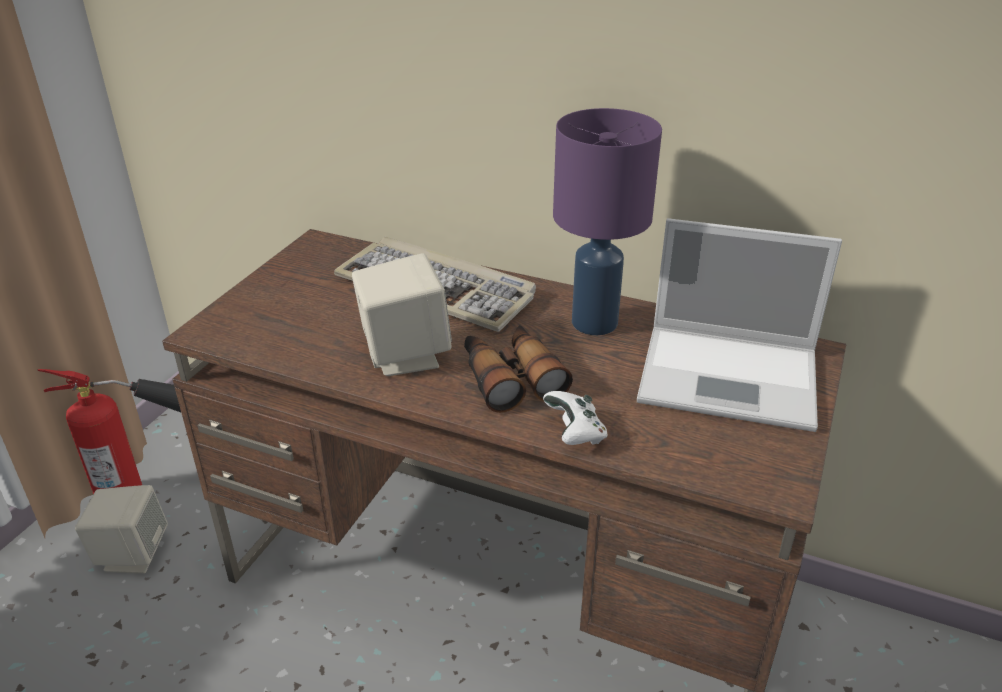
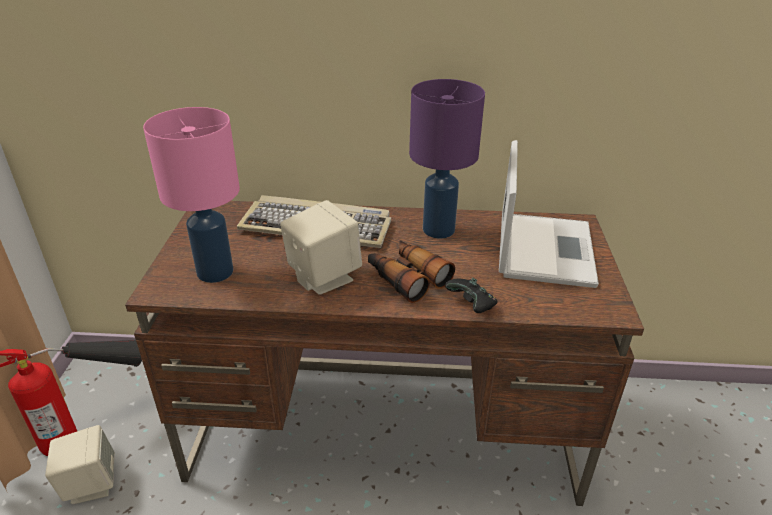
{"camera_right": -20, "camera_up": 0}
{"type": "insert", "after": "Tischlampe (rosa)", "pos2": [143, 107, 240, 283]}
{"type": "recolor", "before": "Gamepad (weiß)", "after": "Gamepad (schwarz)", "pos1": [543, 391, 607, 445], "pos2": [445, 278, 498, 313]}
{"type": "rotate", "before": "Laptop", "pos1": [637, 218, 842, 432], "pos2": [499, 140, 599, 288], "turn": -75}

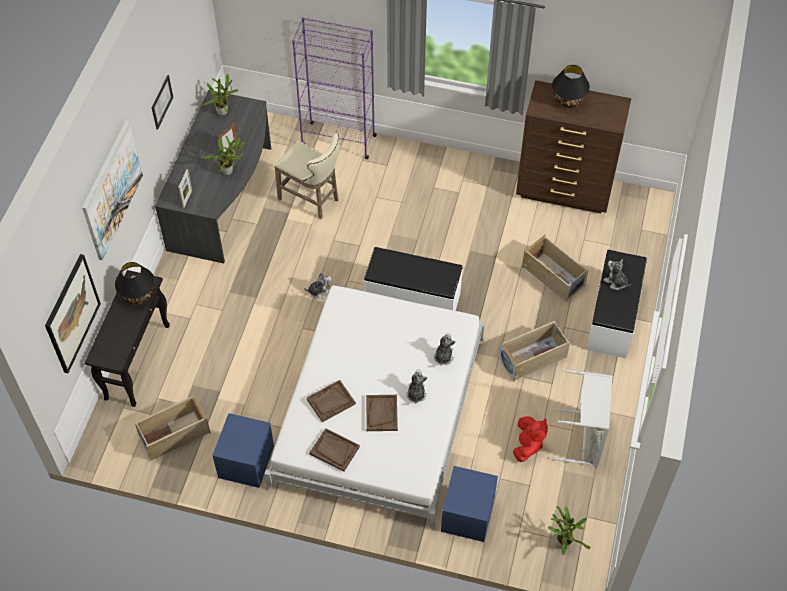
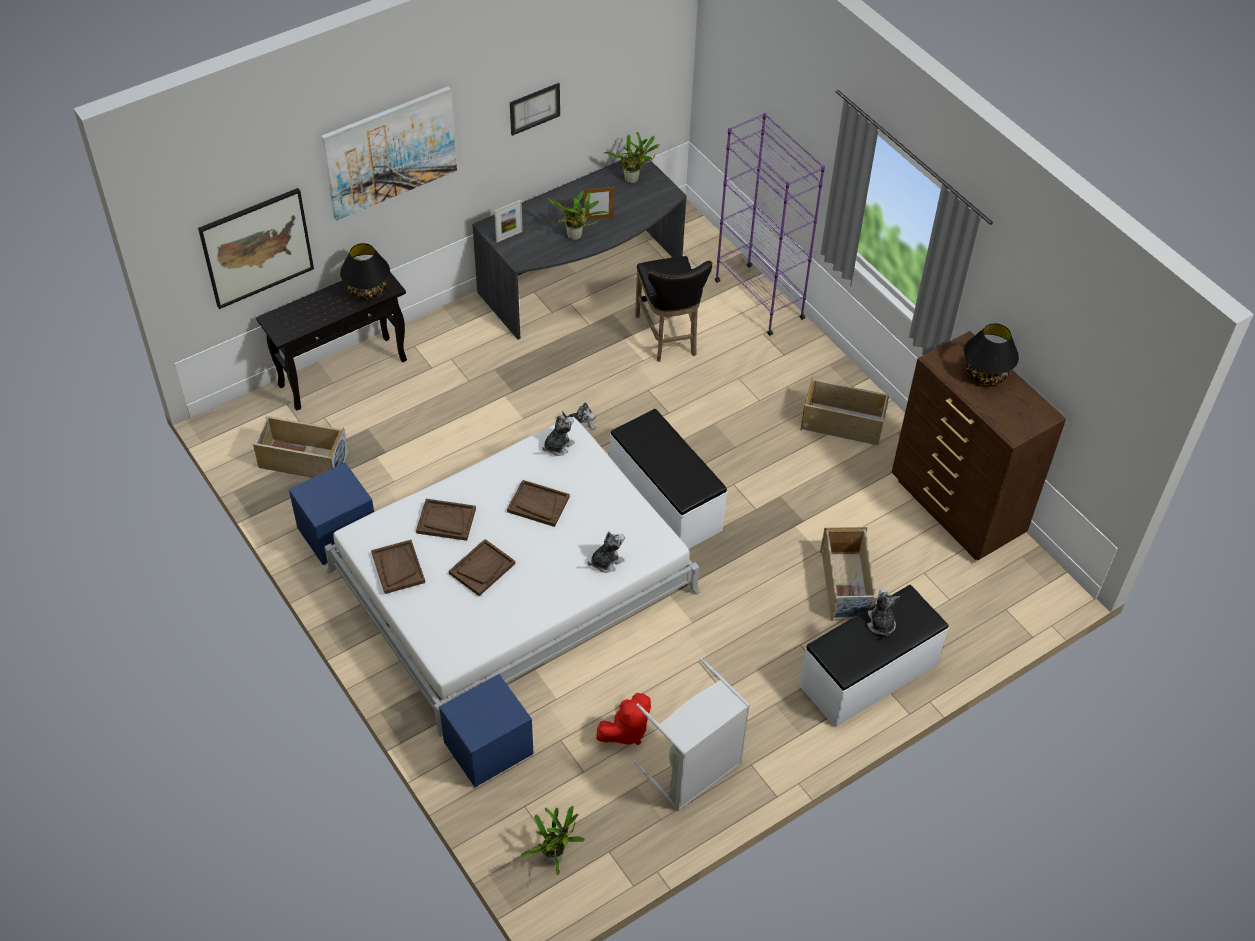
{"camera_right": 40, "camera_up": -5}
{"type": "insert", "after": "Tablett (braun)", "pos2": [507, 480, 570, 527]}
{"type": "move", "before": "Plüschtier", "pos1": [406, 370, 428, 404], "pos2": [542, 415, 575, 456]}
{"type": "move", "before": "Aufbewahrungsbox (beige)", "pos1": [498, 321, 570, 382], "pos2": [800, 377, 889, 445]}
{"type": "recolor", "before": "Hocker (beige)", "after": "Hocker (schwarz)", "pos1": [274, 133, 339, 219], "pos2": [635, 256, 712, 362]}

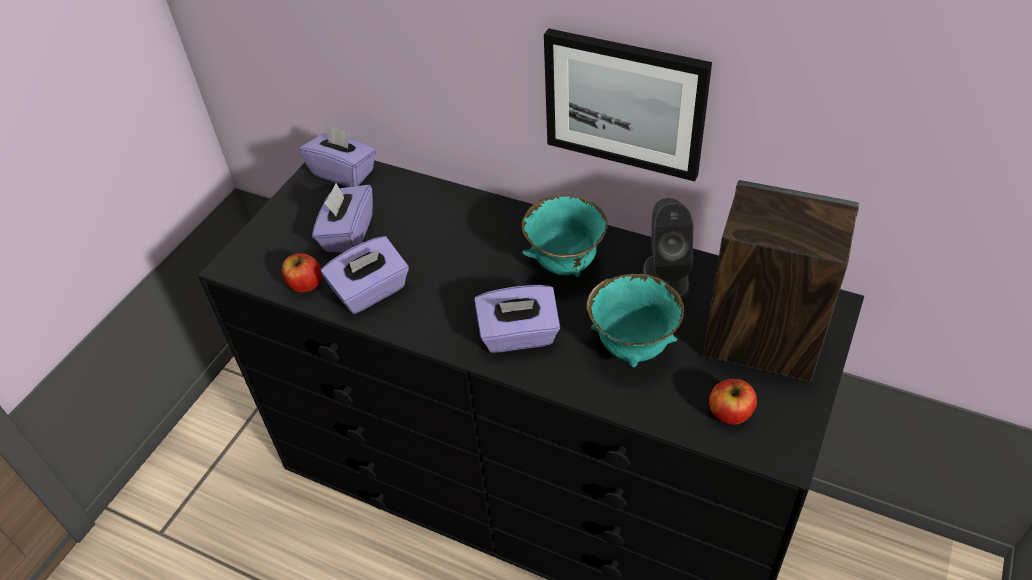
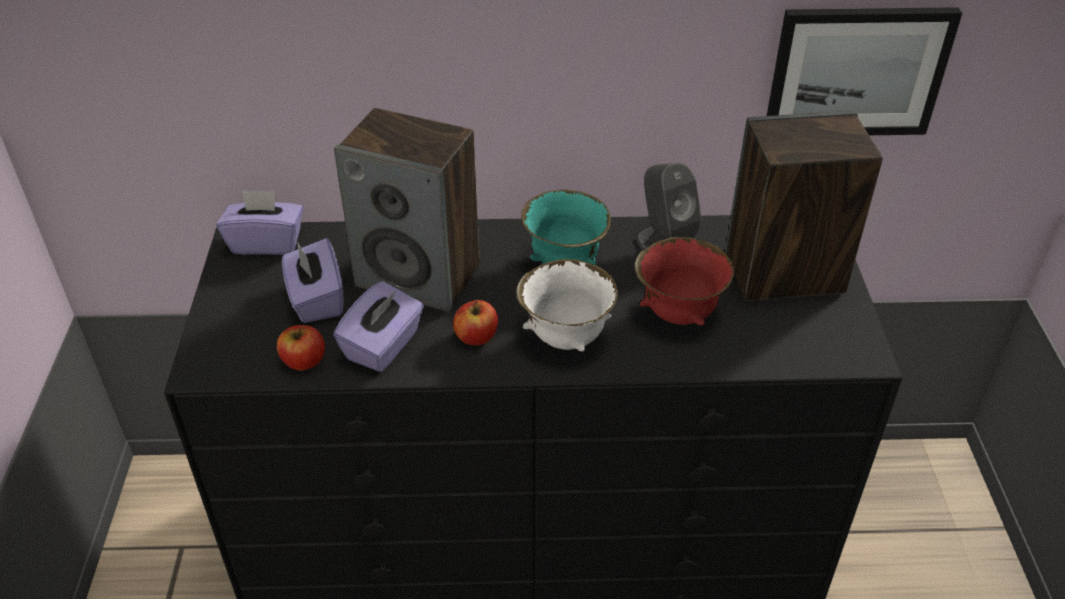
{"camera_right": -30, "camera_up": -5}
{"type": "insert", "after": "Lautsprecher", "pos2": [334, 108, 480, 312]}
{"type": "move", "before": "Bild", "pos1": [544, 28, 712, 181], "pos2": [767, 7, 962, 135]}
{"type": "move", "before": "Apfel", "pos1": [709, 379, 757, 425], "pos2": [453, 300, 498, 345]}
{"type": "replace", "before": "Taschentuchbox (lila)", "after": "Schüssel (weiß)", "pos1": [474, 285, 560, 353], "pos2": [516, 259, 618, 352]}
{"type": "recolor", "before": "Schüssel (türkis)", "after": "Schüssel (rot)", "pos1": [586, 274, 684, 367], "pos2": [635, 237, 734, 325]}

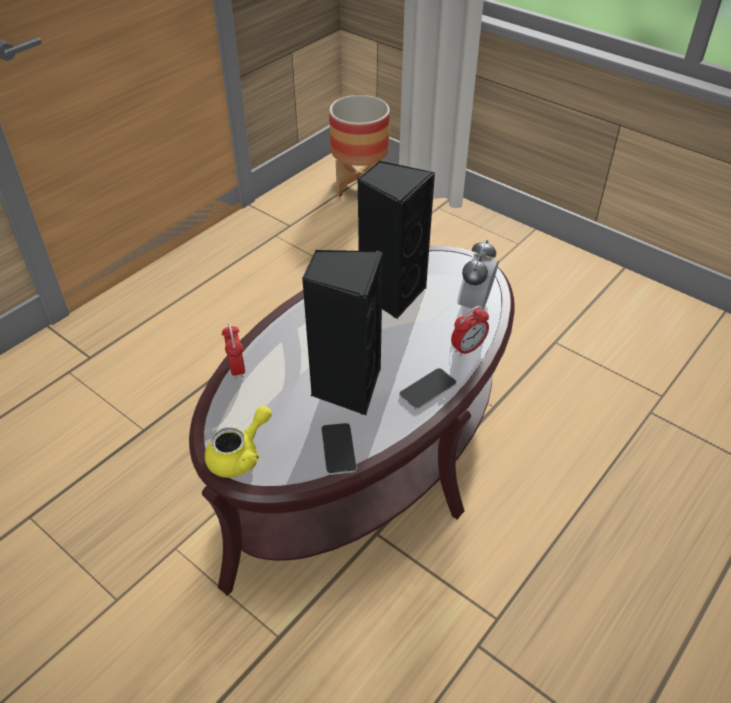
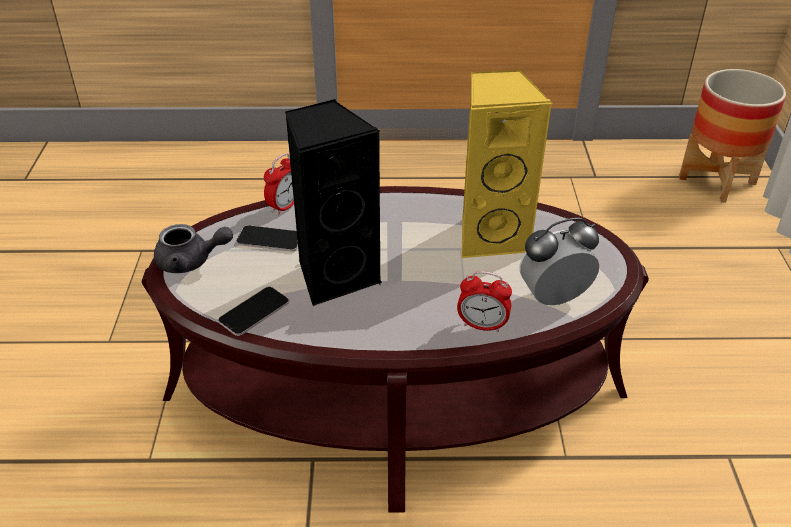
{"camera_right": 50, "camera_up": -5}
{"type": "move", "before": "Handy", "pos1": [399, 368, 457, 410], "pos2": [236, 225, 298, 251]}
{"type": "recolor", "before": "Teekanne (gelb)", "after": "Teekanne (grau)", "pos1": [205, 406, 272, 478], "pos2": [154, 224, 233, 273]}
{"type": "recolor", "before": "Lautsprecher (schwarz)", "after": "Lautsprecher (gelb)", "pos1": [357, 160, 435, 319], "pos2": [462, 69, 552, 258]}

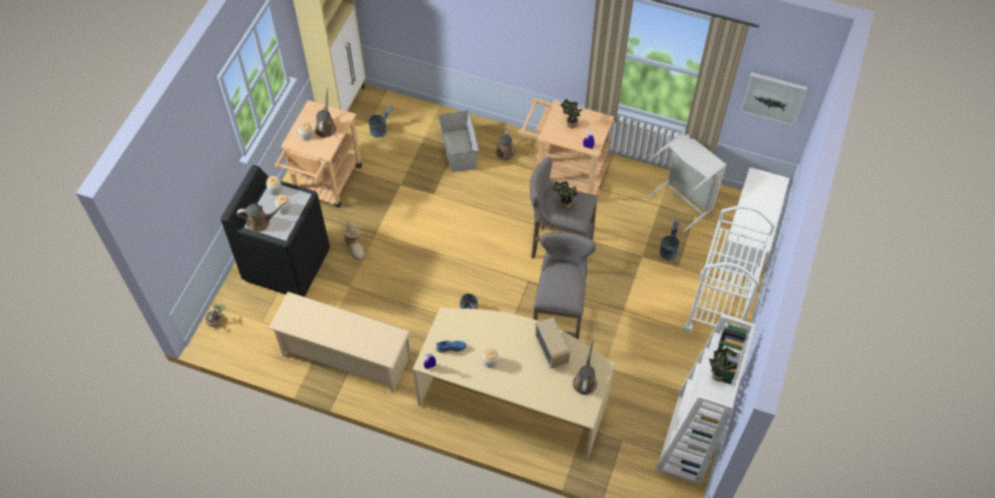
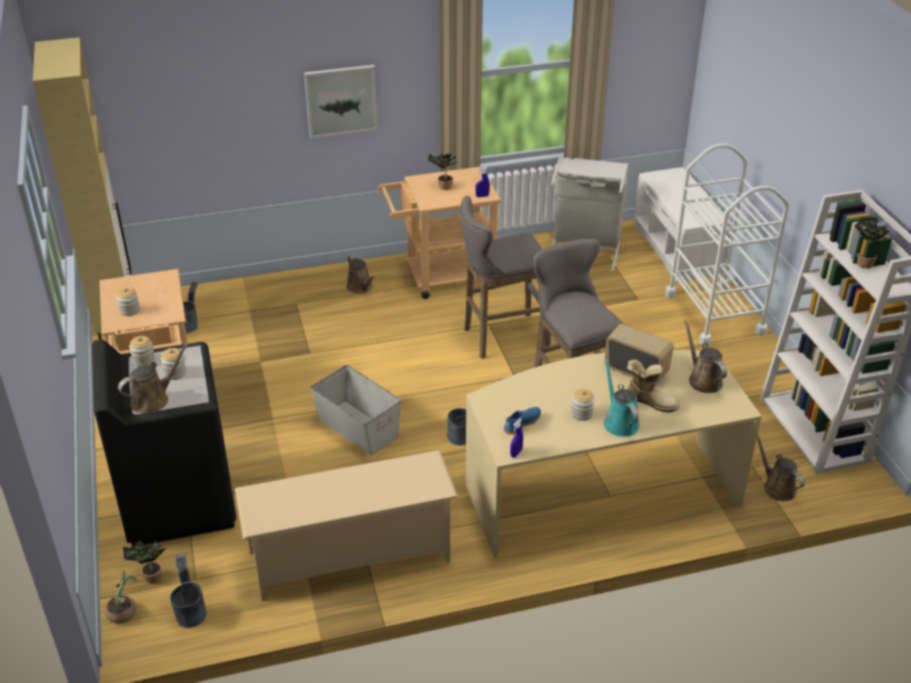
{"camera_right": -35, "camera_up": -20}
{"type": "insert", "after": "Gießkanne (türkis)", "pos2": [604, 359, 640, 437]}
{"type": "move", "before": "Gießkanne (braun)", "pos1": [315, 88, 336, 138], "pos2": [757, 435, 805, 501]}
{"type": "move", "before": "Stiefel", "pos1": [342, 222, 365, 260], "pos2": [627, 359, 680, 413]}
{"type": "move", "before": "Aufbewahrungsbox (grau)", "pos1": [438, 110, 479, 172], "pos2": [310, 365, 401, 455]}
{"type": "move", "before": "Topfpflanze", "pos1": [553, 181, 578, 208], "pos2": [123, 541, 166, 584]}
{"type": "move", "before": "Eimer (grau)", "pos1": [660, 219, 680, 260], "pos2": [170, 555, 207, 628]}
{"type": "move", "before": "Bild", "pos1": [740, 72, 808, 126], "pos2": [304, 65, 378, 139]}

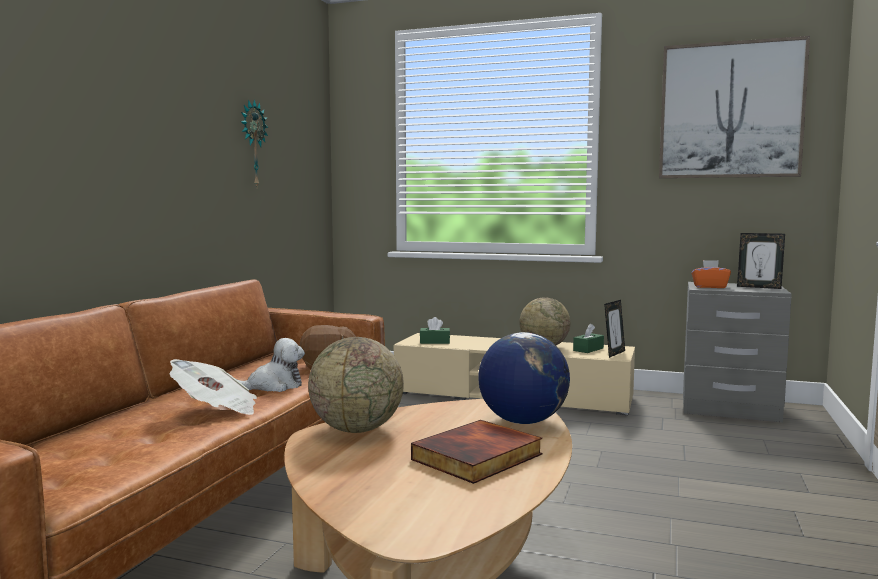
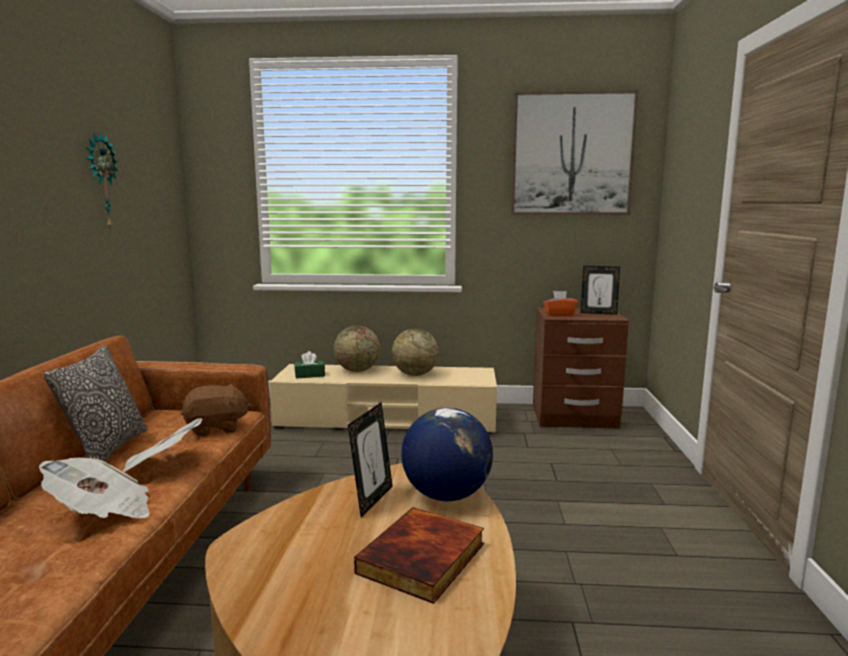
{"camera_right": -15, "camera_up": 5}
{"type": "delete", "before": "Taschentuchbox (grün)", "pos1": [573, 323, 604, 353]}
{"type": "insert", "after": "Kissen", "pos2": [44, 345, 147, 462]}
{"type": "move", "before": "Globus", "pos1": [308, 337, 404, 433], "pos2": [334, 326, 380, 372]}
{"type": "move", "before": "Bilderrahmen", "pos1": [604, 300, 625, 358], "pos2": [348, 402, 393, 517]}
{"type": "replace", "before": "Plüschtier", "after": "Zeitung", "pos1": [236, 338, 305, 392], "pos2": [123, 417, 202, 472]}
{"type": "recolor", "before": "Nachttisch (grau)", "after": "Nachttisch (braun)", "pos1": [683, 282, 792, 422], "pos2": [533, 308, 629, 429]}

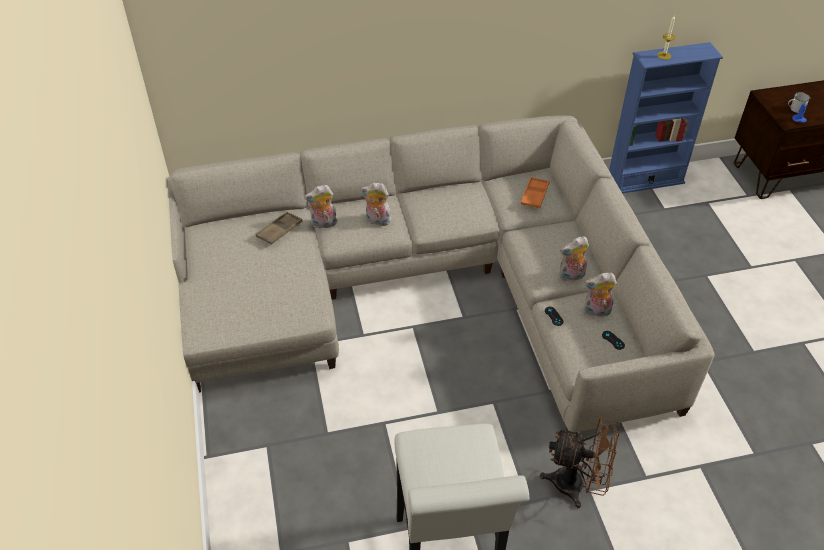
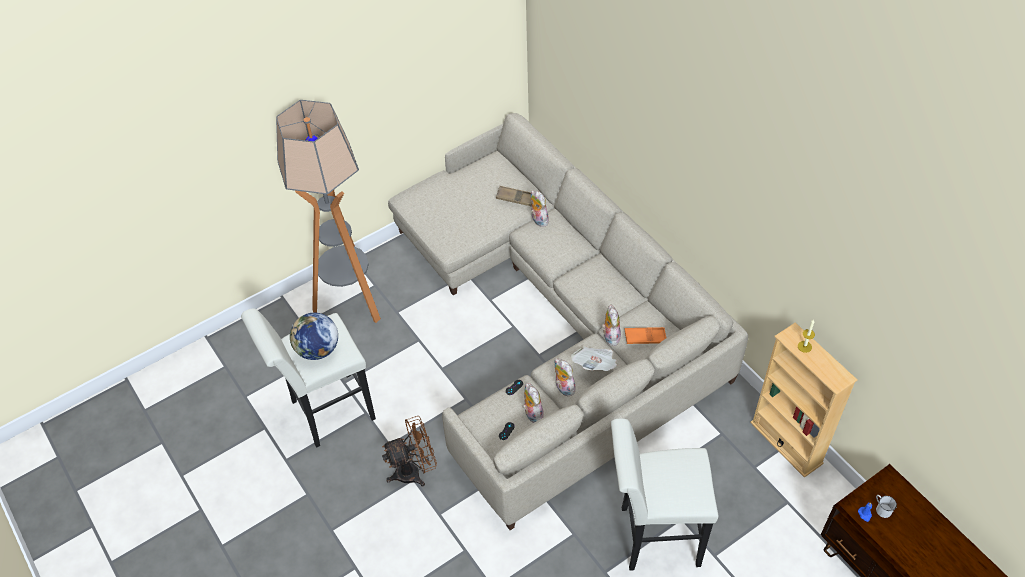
{"camera_right": 70, "camera_up": 5}
{"type": "insert", "after": "Stehlampe", "pos2": [276, 100, 381, 323]}
{"type": "insert", "after": "Globus", "pos2": [290, 313, 338, 360]}
{"type": "insert", "after": "Zeitung", "pos2": [571, 347, 617, 371]}
{"type": "insert", "after": "Hocker (weiß)", "pos2": [611, 418, 718, 571]}
{"type": "move", "before": "Plüschtier", "pos1": [361, 182, 392, 226], "pos2": [601, 304, 621, 346]}
{"type": "recolor", "before": "Bücherregal (blau)", "after": "Bücherregal (beige)", "pos1": [609, 42, 723, 193], "pos2": [750, 323, 857, 478]}
{"type": "rotate", "before": "Ventilator (braun)", "pos1": [540, 417, 619, 508], "pos2": [382, 416, 437, 487], "turn": -105}

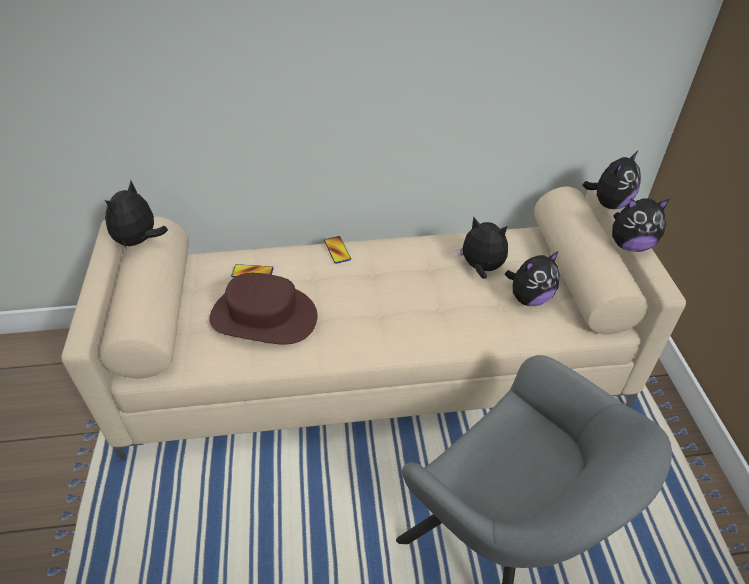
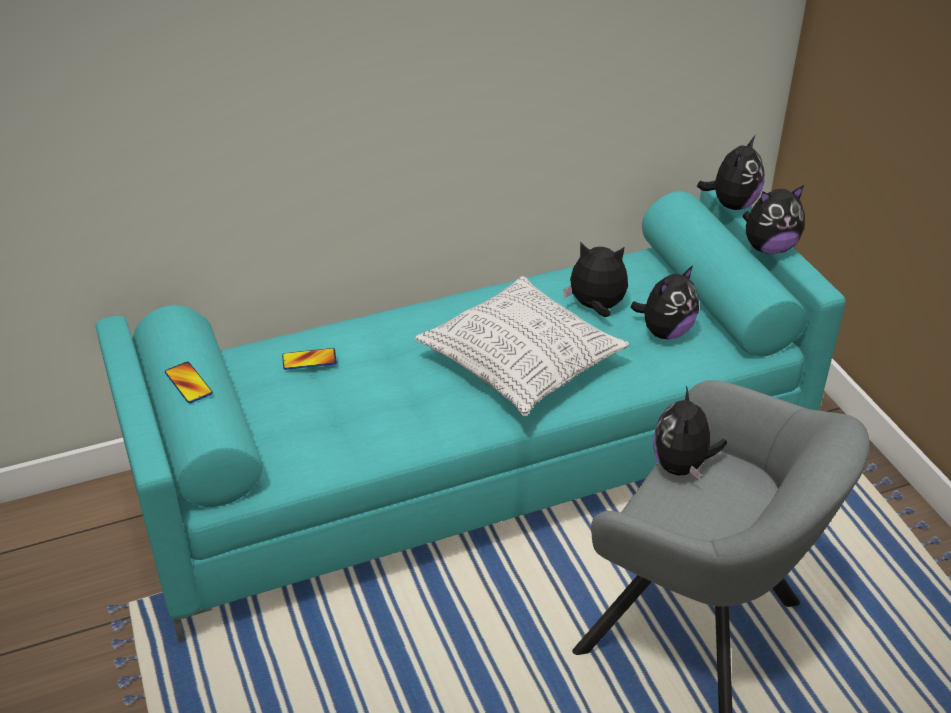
{"camera_right": -15, "camera_up": -5}
{"type": "delete", "before": "Hut (braun)", "pos1": [209, 273, 317, 345]}
{"type": "insert", "after": "Kissen", "pos2": [415, 276, 629, 416]}
{"type": "move", "before": "Plüschtier", "pos1": [105, 180, 168, 249], "pos2": [653, 386, 727, 480]}
{"type": "move", "before": "Handy", "pos1": [324, 236, 351, 264], "pos2": [165, 362, 213, 403]}
{"type": "recolor", "before": "Sofa (beige)", "after": "Sofa (türkis)", "pos1": [61, 186, 686, 461], "pos2": [96, 190, 846, 643]}

